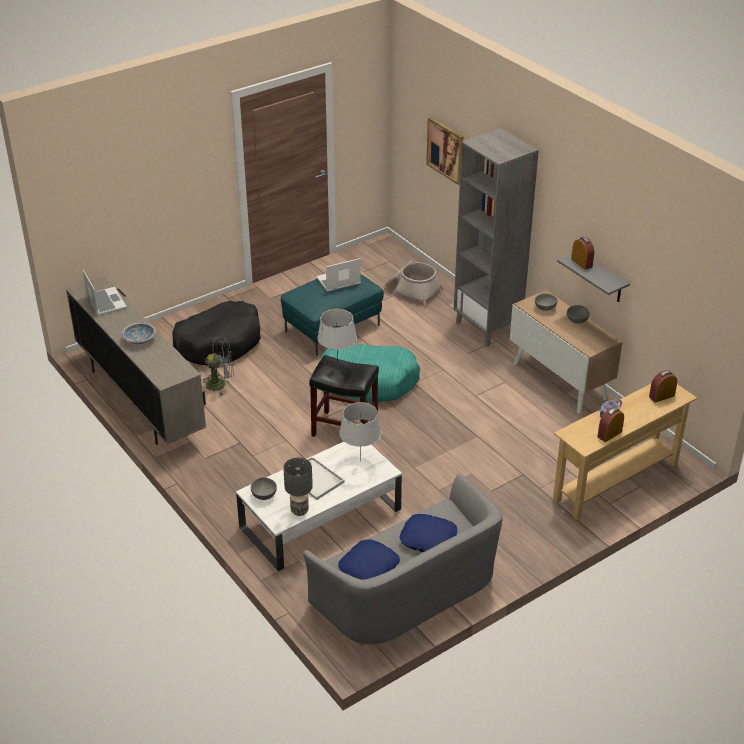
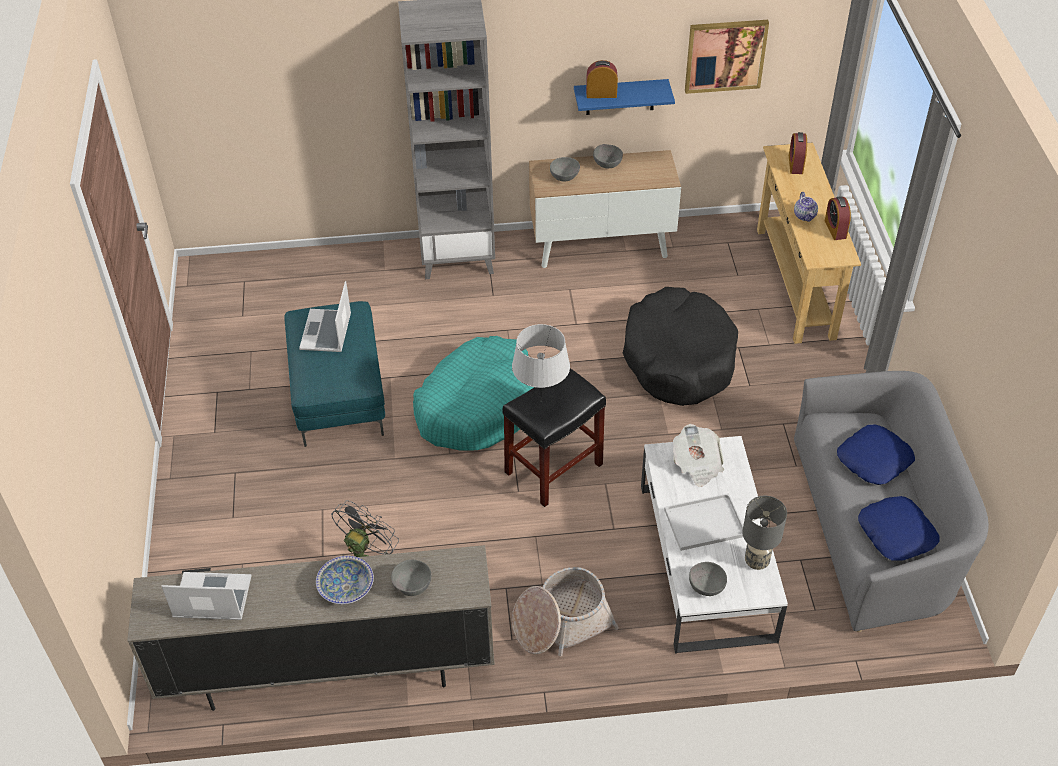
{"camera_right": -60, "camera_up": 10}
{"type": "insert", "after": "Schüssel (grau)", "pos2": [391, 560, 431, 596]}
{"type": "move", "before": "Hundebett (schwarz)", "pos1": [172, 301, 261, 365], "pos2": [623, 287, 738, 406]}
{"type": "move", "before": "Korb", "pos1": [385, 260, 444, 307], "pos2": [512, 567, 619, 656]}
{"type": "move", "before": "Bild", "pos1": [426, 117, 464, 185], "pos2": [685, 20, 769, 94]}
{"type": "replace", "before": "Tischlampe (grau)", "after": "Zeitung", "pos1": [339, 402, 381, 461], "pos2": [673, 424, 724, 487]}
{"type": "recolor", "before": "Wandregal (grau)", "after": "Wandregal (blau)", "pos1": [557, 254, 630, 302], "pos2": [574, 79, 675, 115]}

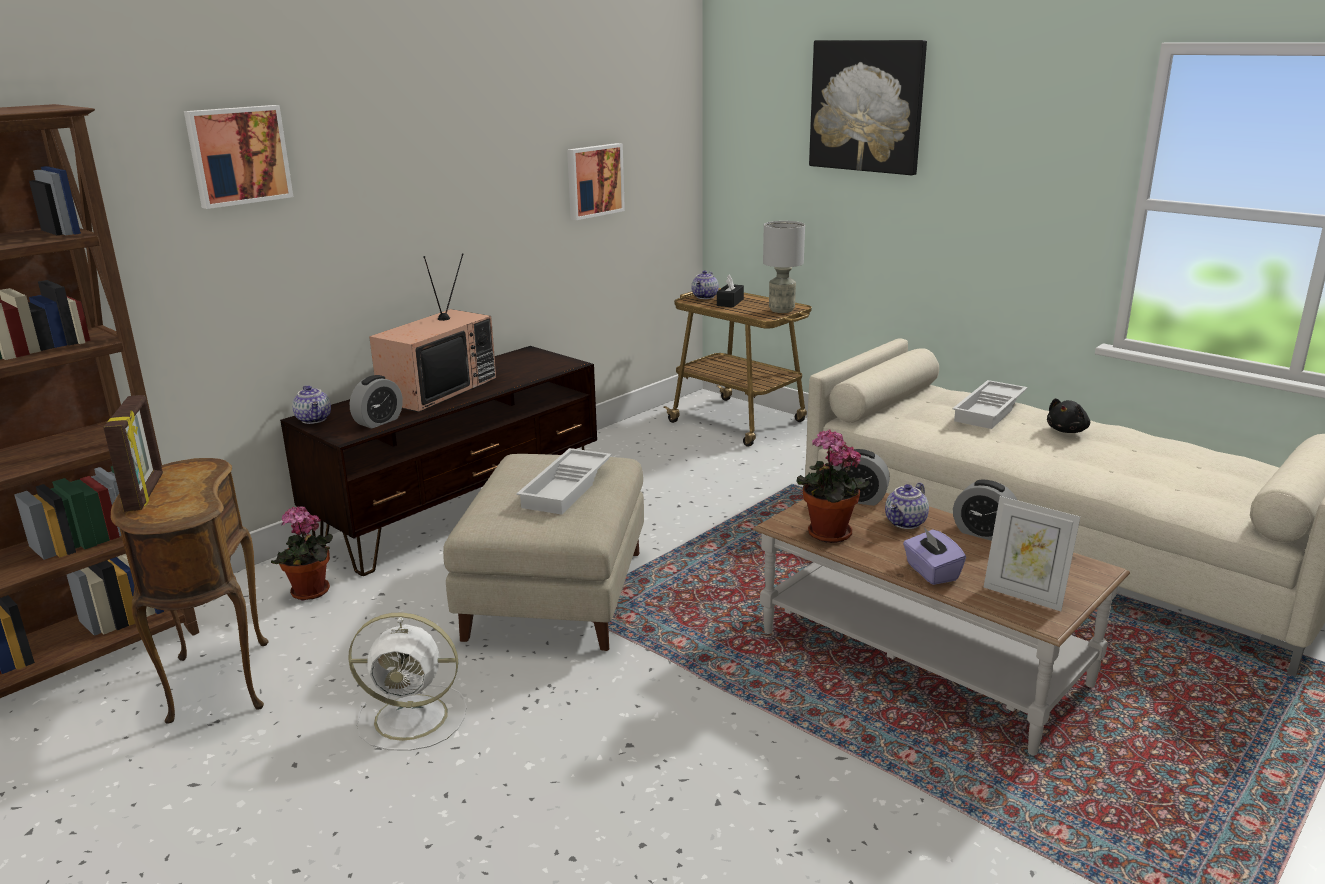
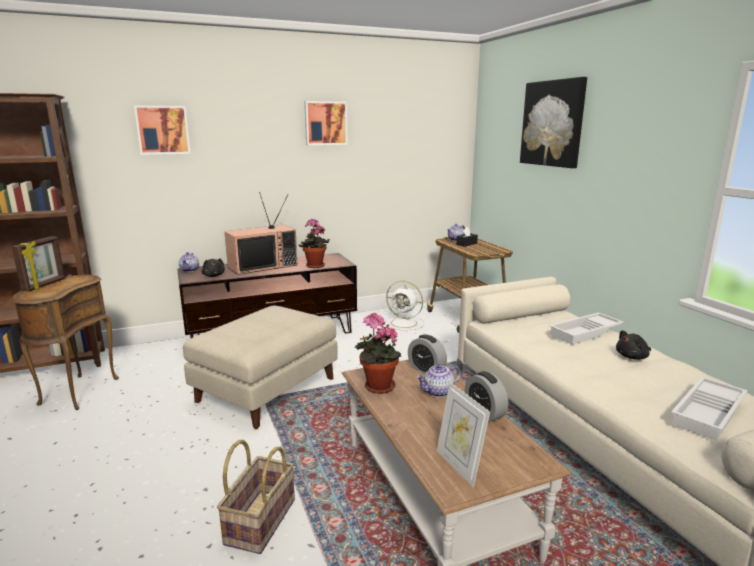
{"camera_right": 25, "camera_up": -5}
{"type": "delete", "before": "Tischlampe (grau)", "pos1": [763, 221, 805, 313]}
{"type": "delete", "before": "Taschentuchbox (lila)", "pos1": [903, 527, 966, 585]}
{"type": "insert", "after": "Korb", "pos2": [217, 440, 295, 554]}
{"type": "move", "before": "Topfpflanze", "pos1": [271, 506, 333, 601], "pos2": [299, 219, 330, 268]}
{"type": "move", "before": "Ventilator (weiß)", "pos1": [348, 613, 467, 751], "pos2": [385, 281, 424, 331]}
{"type": "move", "before": "Tablett (weiß)", "pos1": [516, 448, 612, 515], "pos2": [671, 377, 748, 441]}
{"type": "move", "before": "Bild", "pos1": [567, 143, 625, 220], "pos2": [304, 101, 348, 145]}
{"type": "replace", "before": "Wecker", "after": "Plüschtier (schwarz)", "pos1": [350, 375, 403, 428], "pos2": [201, 258, 225, 277]}

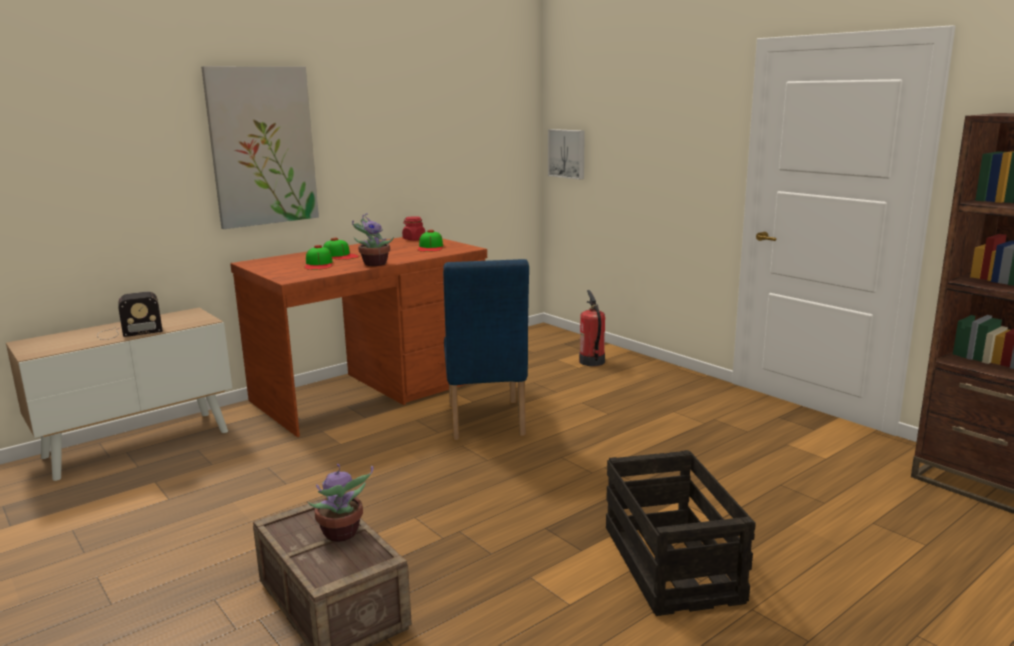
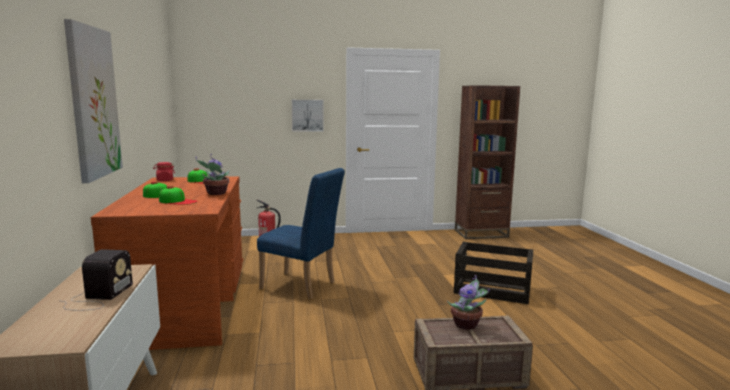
{"camera_right": -60, "camera_up": -5}
{"type": "move", "before": "Bild", "pos1": [548, 129, 585, 179], "pos2": [292, 100, 324, 132]}

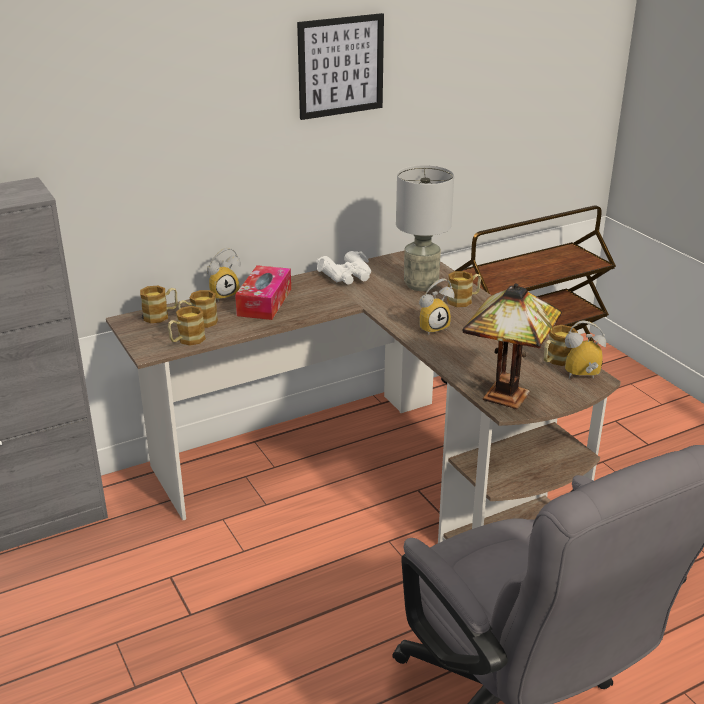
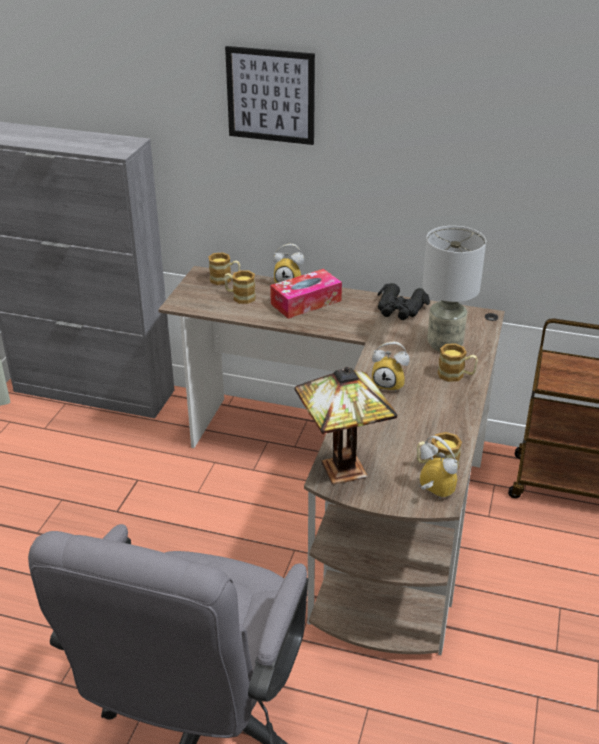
{"camera_right": 45, "camera_up": 5}
{"type": "delete", "before": "Henkelbecher", "pos1": [168, 306, 206, 346]}
{"type": "move", "before": "Bild", "pos1": [297, 13, 384, 120], "pos2": [225, 46, 315, 145]}
{"type": "recolor", "before": "Fernglas (weiß)", "after": "Fernglas (schwarz)", "pos1": [316, 251, 371, 284], "pos2": [377, 283, 430, 320]}

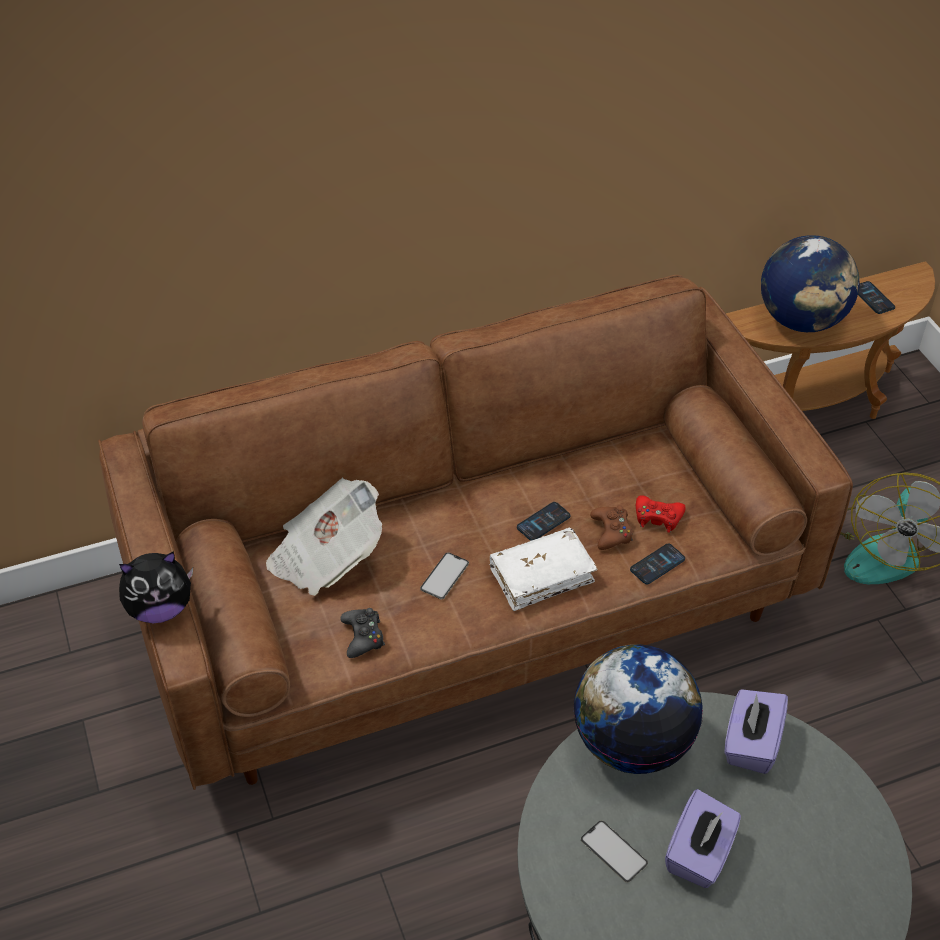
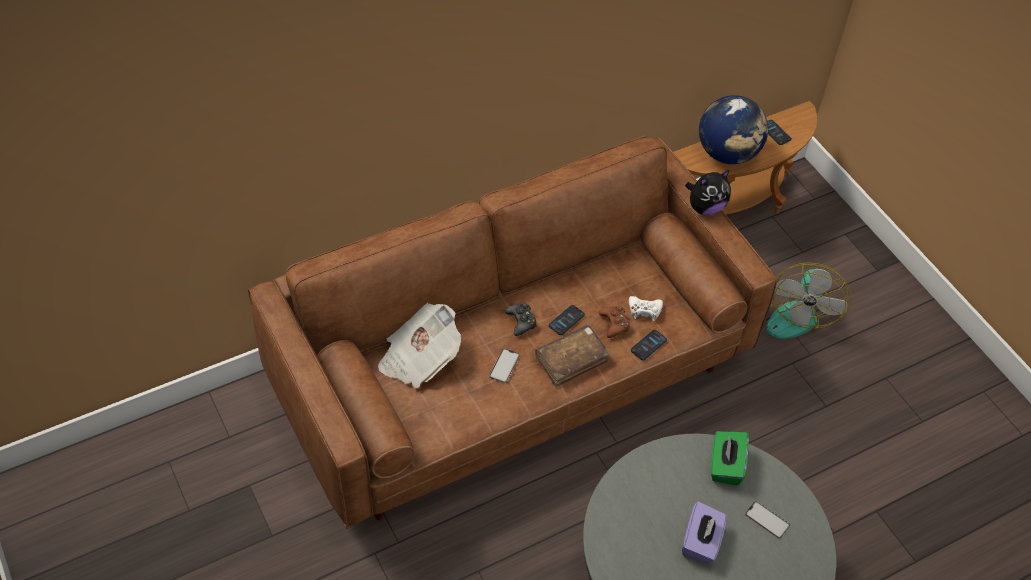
{"camera_right": -10, "camera_up": 5}
{"type": "delete", "before": "Globus", "pos1": [573, 644, 703, 774]}
{"type": "move", "before": "Plüschtier", "pos1": [119, 551, 193, 623], "pos2": [685, 170, 731, 215]}
{"type": "move", "before": "Gamepad (schwarz)", "pos1": [340, 608, 385, 658], "pos2": [505, 303, 537, 336]}
{"type": "move", "before": "Handy", "pos1": [581, 820, 648, 883], "pos2": [745, 501, 790, 539]}
{"type": "recolor", "before": "Buch (weiß)", "after": "Buch (braun)", "pos1": [490, 528, 598, 611], "pos2": [535, 325, 610, 387]}
{"type": "recolor", "before": "Gamepad (rot)", "after": "Gamepad (weiß)", "pos1": [636, 495, 686, 533], "pos2": [629, 296, 663, 321]}
{"type": "recolor", "before": "Taschentuchbox (lila)", "after": "Taschentuchbox (grün)", "pos1": [724, 689, 788, 774], "pos2": [711, 431, 749, 485]}

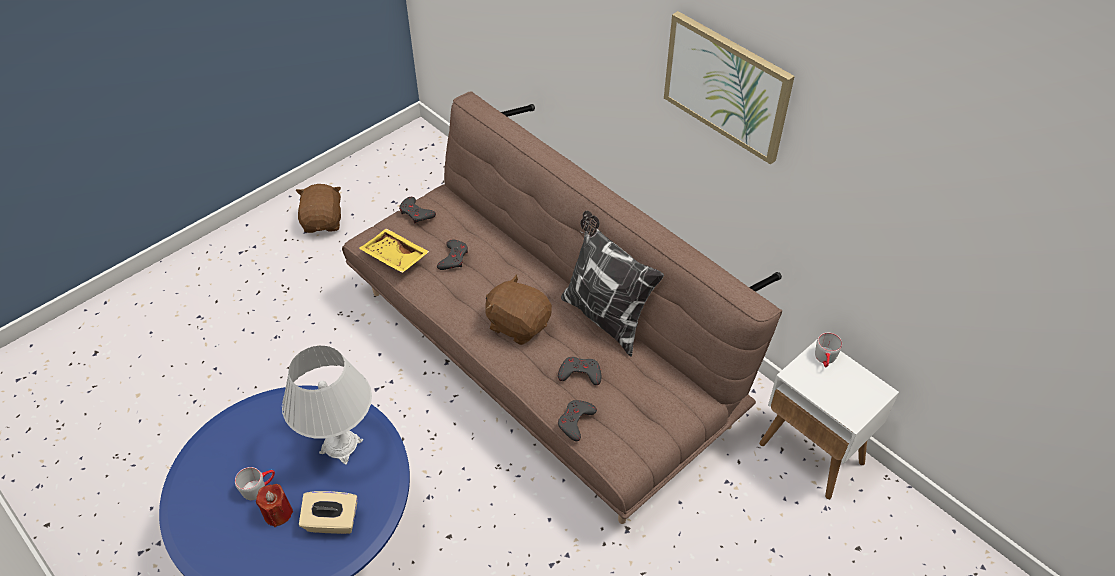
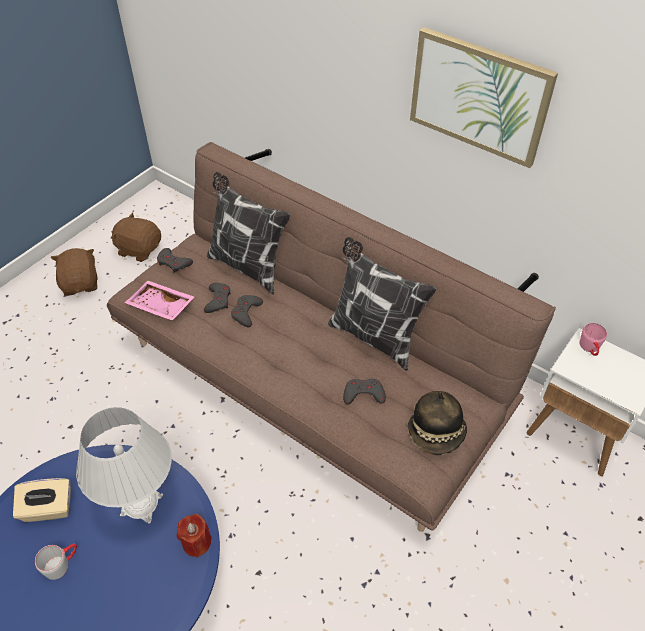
{"camera_right": -10, "camera_up": 0}
{"type": "insert", "after": "Kissen", "pos2": [207, 172, 290, 295]}
{"type": "insert", "after": "Hut", "pos2": [408, 391, 467, 455]}
{"type": "move", "before": "Kerze (rot)", "pos1": [256, 484, 293, 527], "pos2": [177, 514, 212, 558]}
{"type": "move", "before": "Taschentuchbox (beige)", "pos1": [299, 491, 358, 534], "pos2": [13, 478, 71, 522]}
{"type": "move", "before": "Plüschtier (braun)", "pos1": [485, 274, 552, 345], "pos2": [111, 213, 161, 262]}
{"type": "move", "before": "Gamepad (grau)", "pos1": [558, 400, 597, 441], "pos2": [231, 295, 263, 327]}
{"type": "recolor", "before": "Tablett (gelb)", "after": "Tablett (rosa)", "pos1": [359, 229, 430, 273], "pos2": [124, 281, 195, 321]}
{"type": "recolor", "before": "Henkelbecher (grau)", "after": "Henkelbecher (rosa)", "pos1": [815, 333, 842, 367], "pos2": [580, 323, 607, 356]}

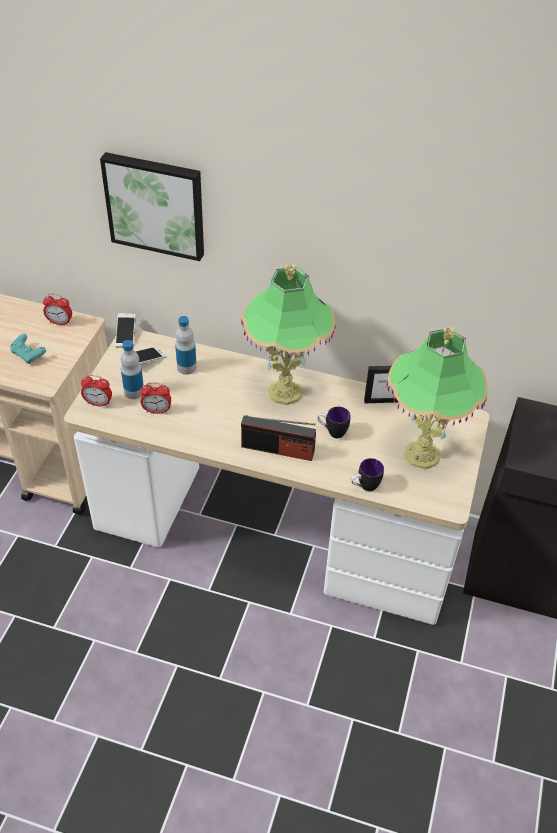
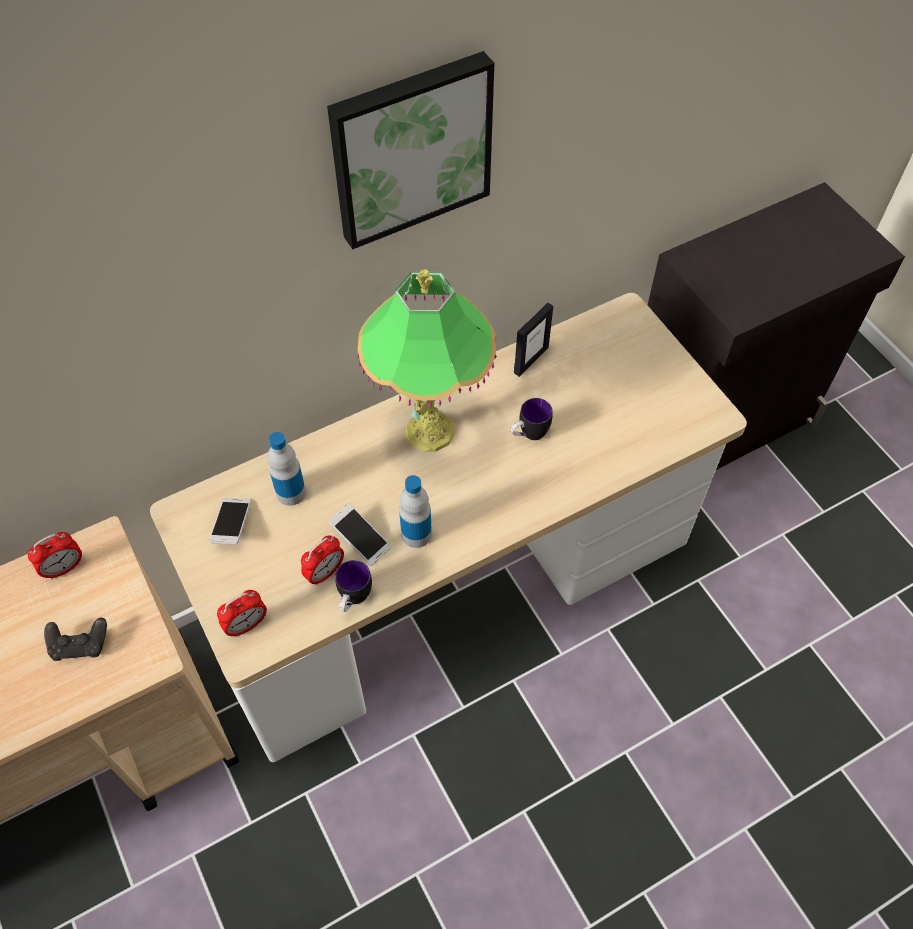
{"camera_right": -45, "camera_up": 10}
{"type": "delete", "before": "Radio", "pos1": [241, 415, 316, 461]}
{"type": "delete", "before": "Tischlampe", "pos1": [386, 327, 488, 469]}
{"type": "move", "before": "Bild", "pos1": [100, 152, 204, 261], "pos2": [327, 51, 494, 249]}
{"type": "move", "before": "Handy", "pos1": [115, 313, 136, 347], "pos2": [328, 503, 391, 566]}
{"type": "move", "before": "Flasche", "pos1": [120, 340, 144, 399], "pos2": [399, 475, 432, 548]}
{"type": "move", "before": "Henkelbecher", "pos1": [351, 458, 384, 491], "pos2": [335, 560, 372, 612]}
{"type": "recolor", "before": "Gamepad (türkis)", "after": "Gamepad (schwarz)", "pos1": [10, 334, 46, 364], "pos2": [44, 618, 107, 661]}

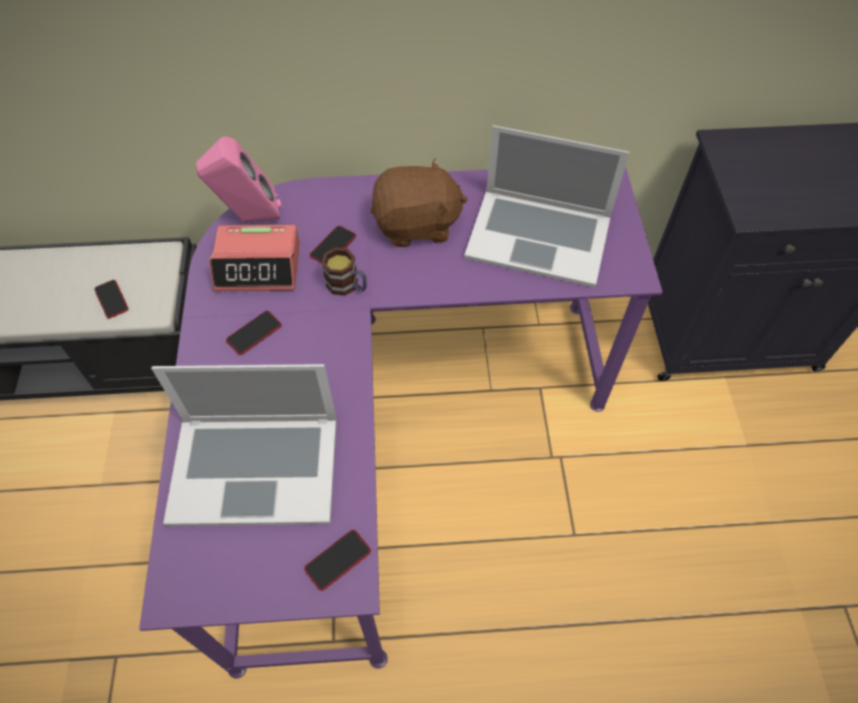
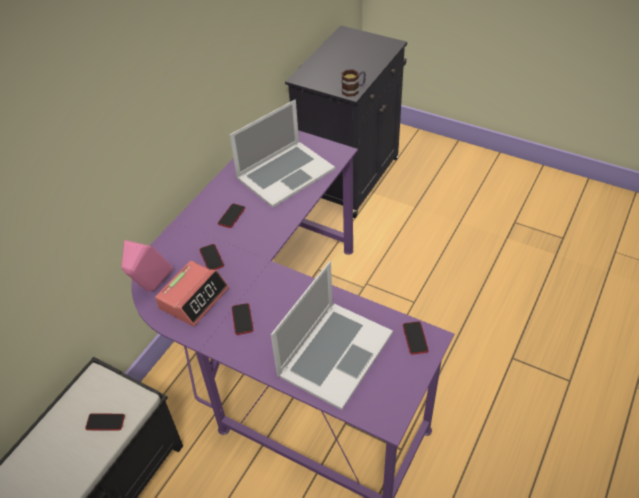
{"camera_right": -55, "camera_up": -10}
{"type": "move", "before": "Henkelbecher", "pos1": [322, 247, 367, 296], "pos2": [341, 69, 366, 97]}
{"type": "replace", "before": "Plüschtier (braun)", "after": "Handy", "pos1": [370, 157, 468, 247], "pos2": [218, 203, 245, 228]}

